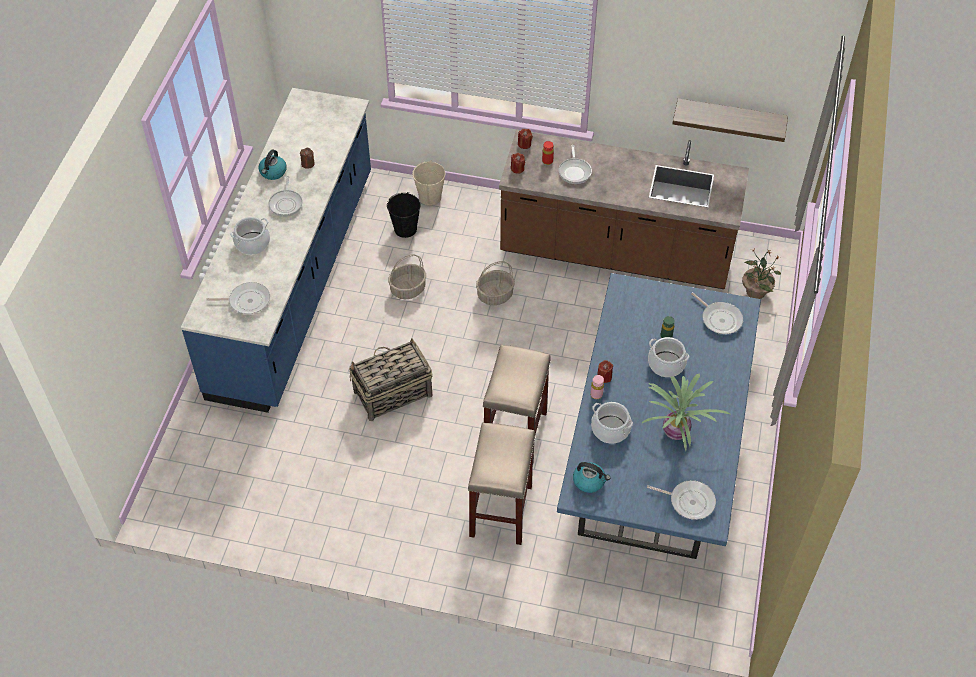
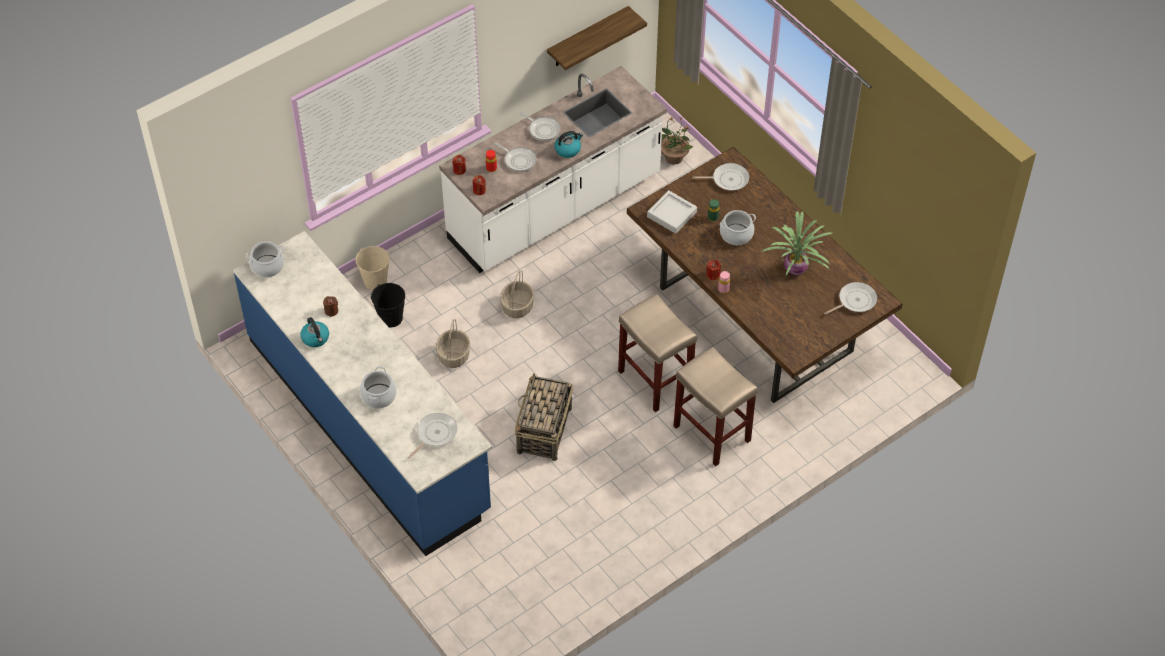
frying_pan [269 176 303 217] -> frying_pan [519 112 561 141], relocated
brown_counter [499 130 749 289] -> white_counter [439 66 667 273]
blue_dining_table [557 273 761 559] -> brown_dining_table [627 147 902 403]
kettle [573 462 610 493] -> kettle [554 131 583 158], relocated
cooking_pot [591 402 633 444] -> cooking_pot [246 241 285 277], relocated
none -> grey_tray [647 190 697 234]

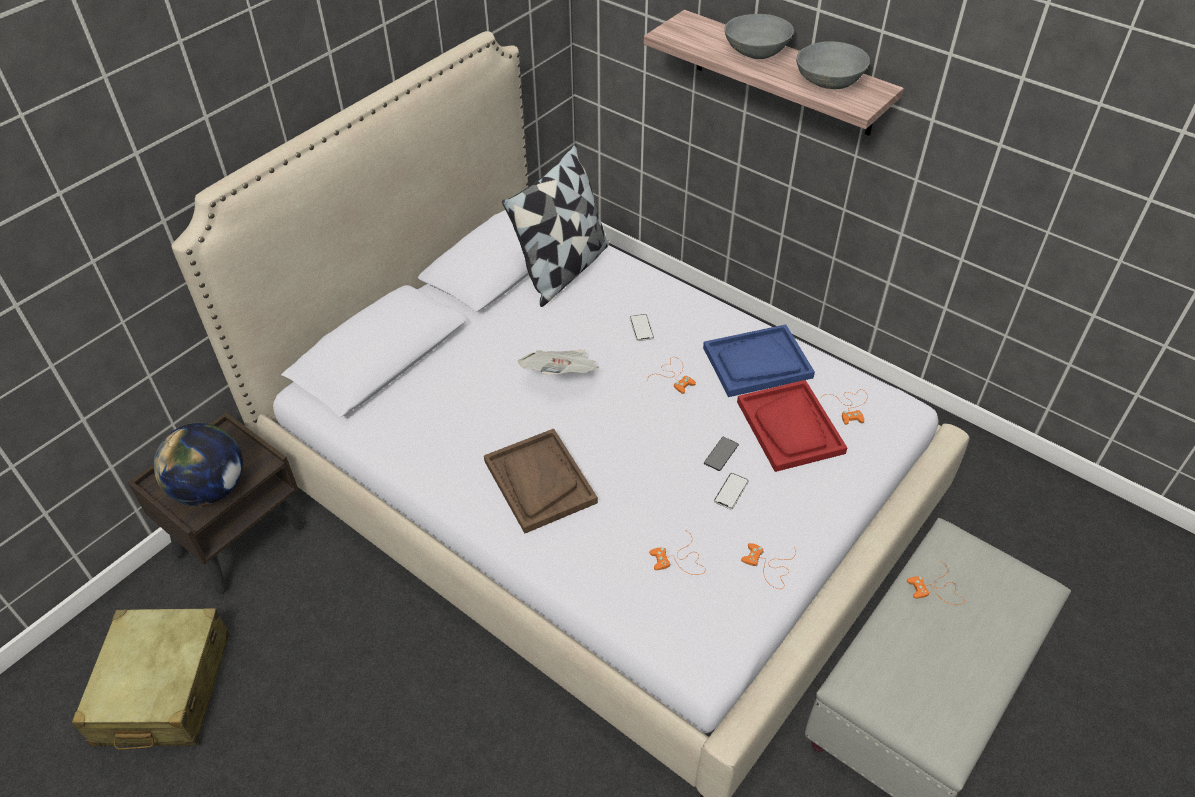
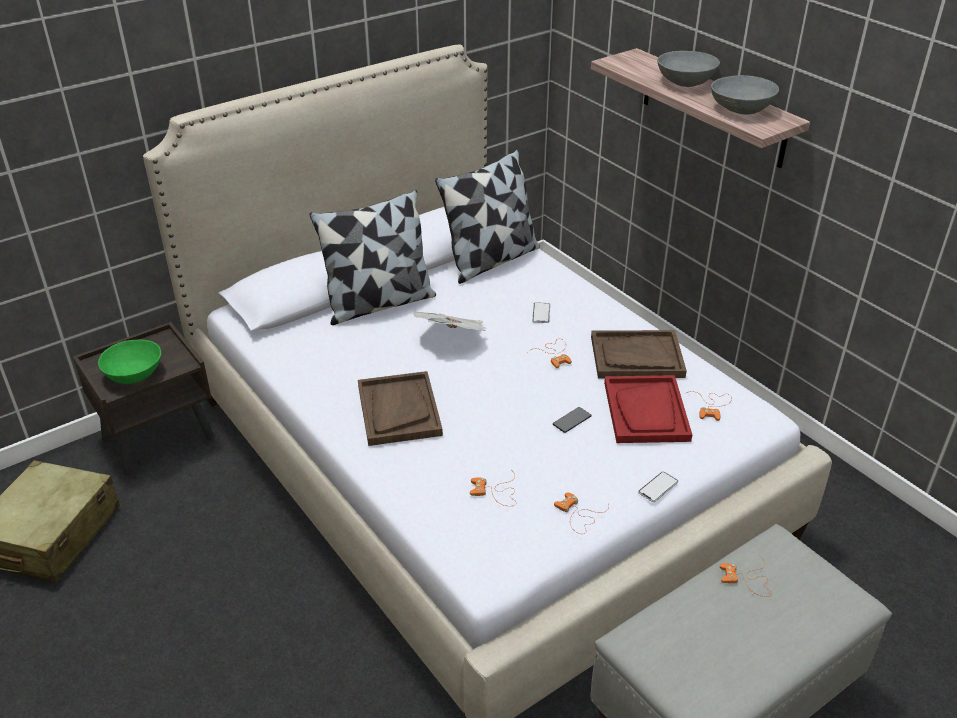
globe [154 423 243 506] -> green_bowl [98 340 161 384]
blue_tray [703 324 815 397] -> brown_tray [591 330 687 378]
phone [714 473 749 509] -> phone [638 472 678 502], relocated
none -> pillow [309 190 436 325]

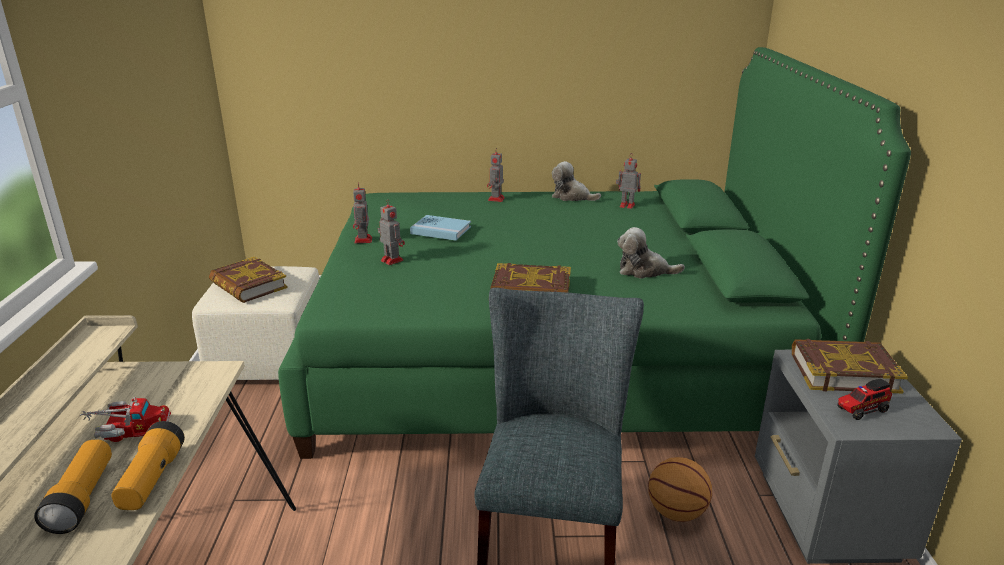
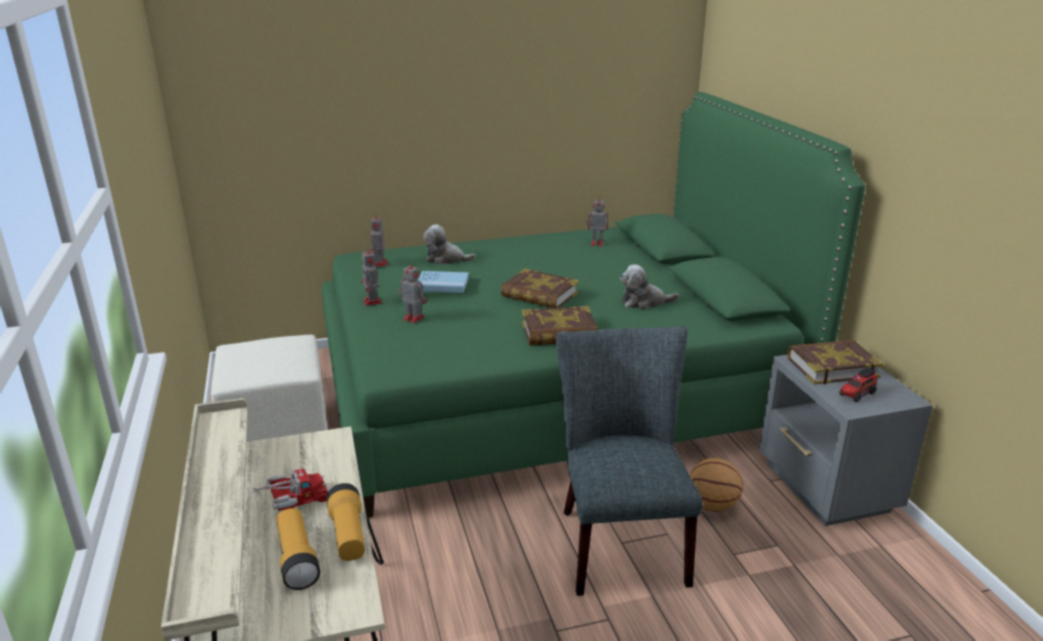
book [209 257 288 303] -> book [501 269 579 308], relocated
toy_robot [487 148 505 202] -> toy_robot [370 213 388 266], relocated
plush_toy [552 161 601 201] -> plush_toy [423 224 476 265], relocated

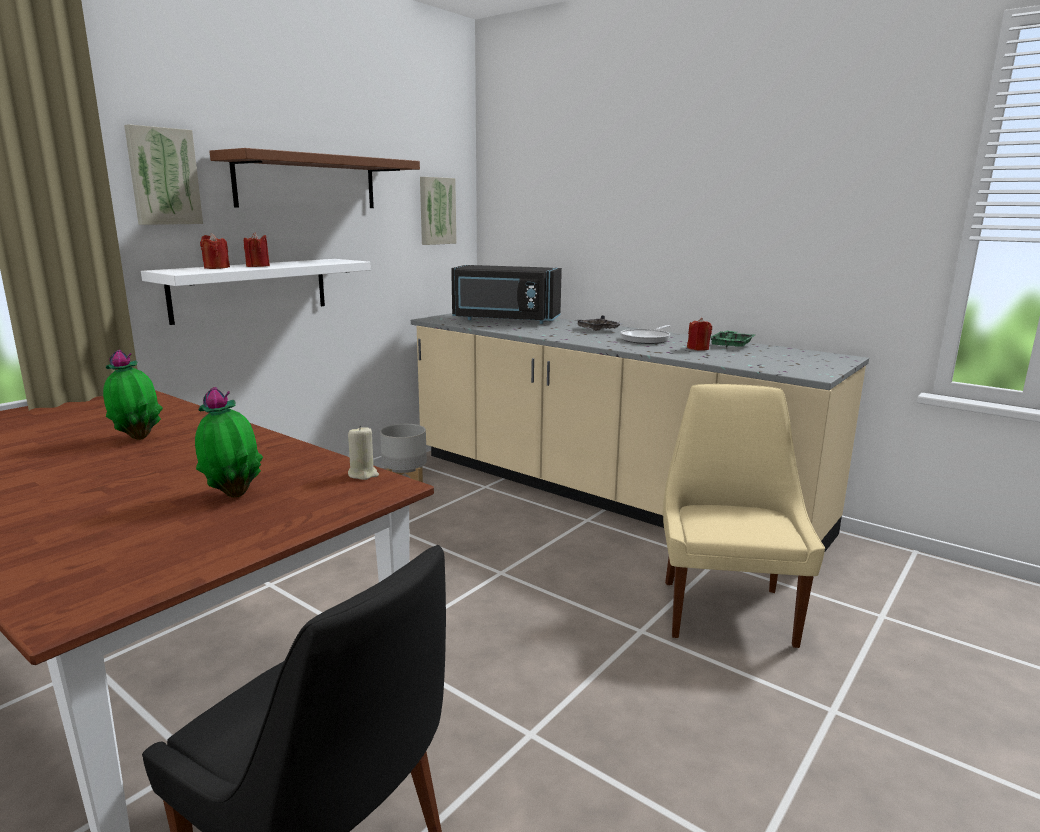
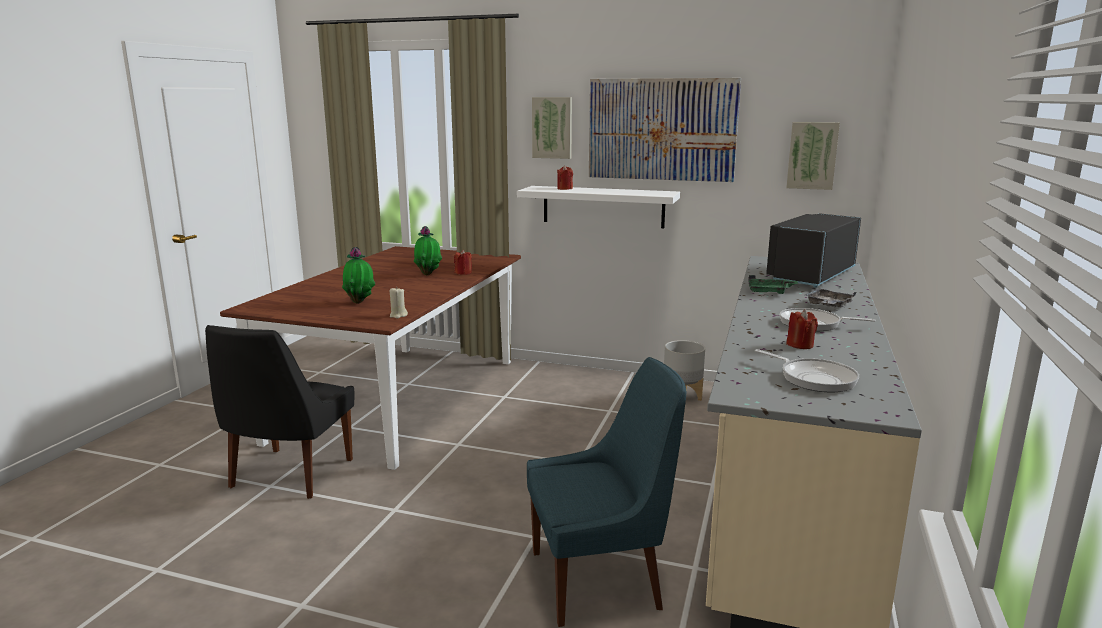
brown_shelf [209 148 420 208] -> picture [589 78 741 182]
red_candle [244 232 270 267] -> red_candle [454 250 472 275], relocated
black_microwave [451 265 562 324] -> black_microwave [766 213 861 288], 45 degrees clockwise
beige_chair [663 384 825 648] -> blue_chair [527 357 686 627]
green_tray [710 331 755 347] -> green_tray [748 275 798 294], relocated
none -> frying_pan [755 349 859 392]

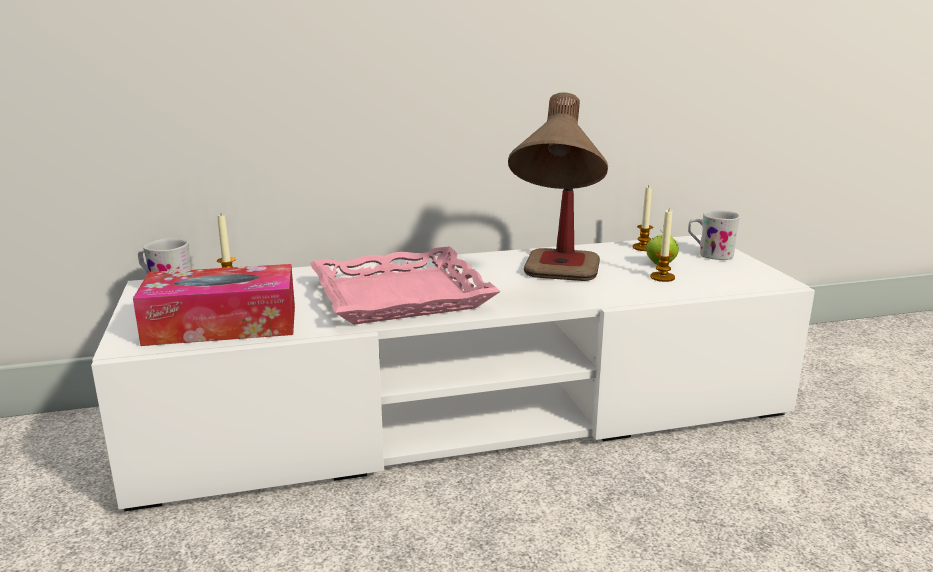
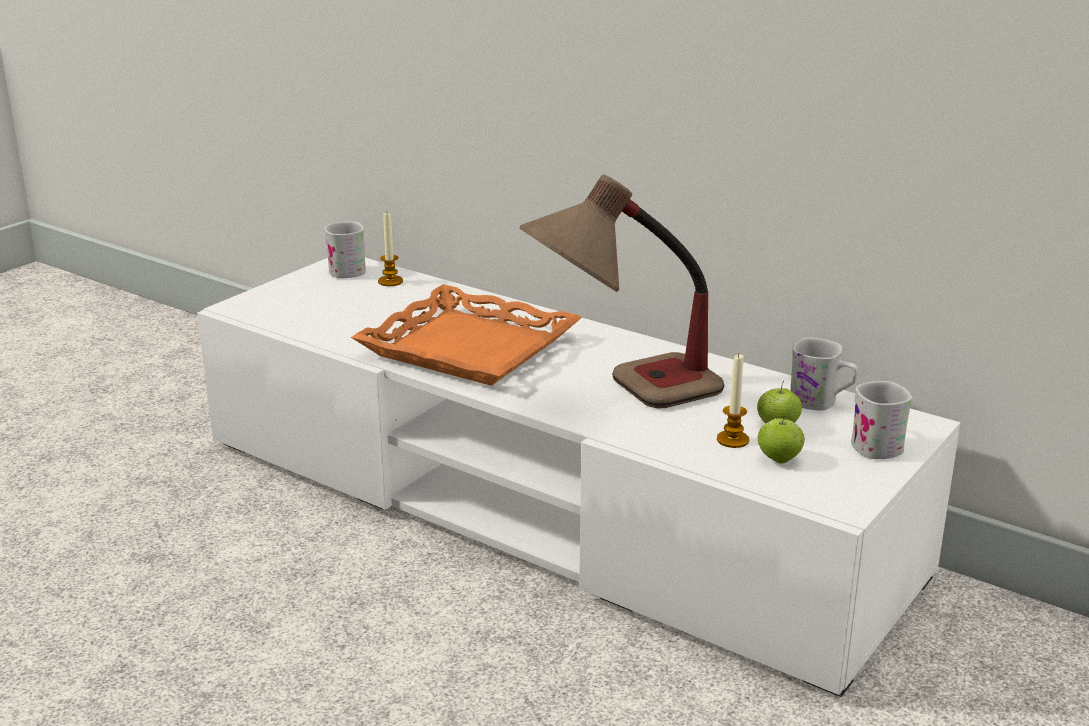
tissue_box [133 264 295 346] -> none
pink_tray [310 246 501 325] -> orange_tray [351 284 582 386]
candle [633 186 653 251] -> white_mug [790 337 858 411]
none -> apple [758 417 805 463]

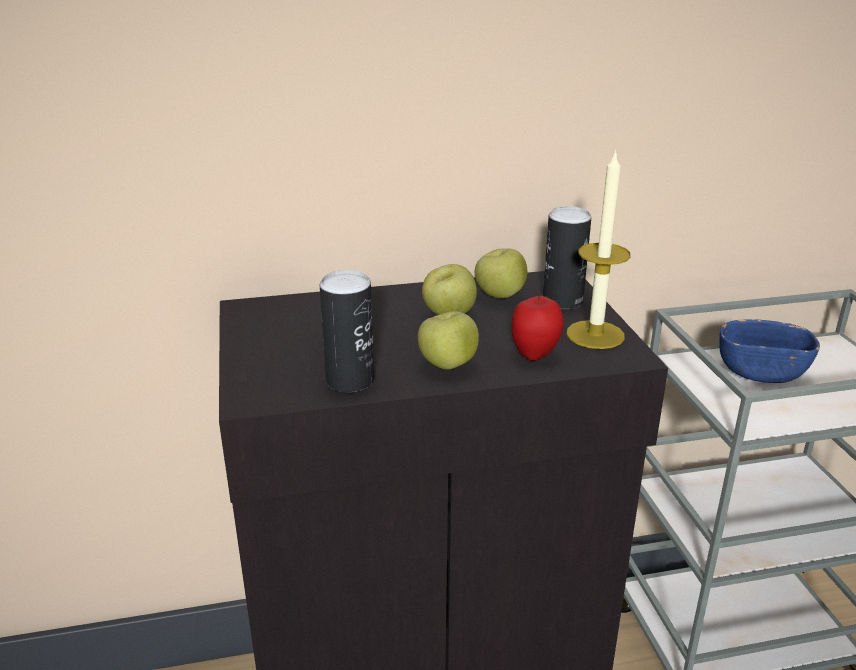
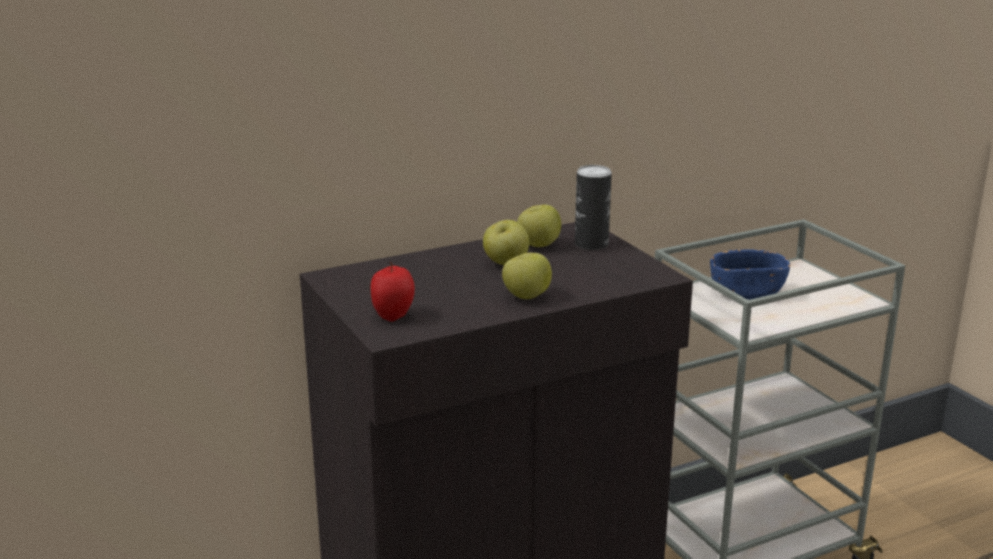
can [320 270 374 392] -> none
apple [512 293 564 361] -> apple [371 262 415 322], relocated
candle [567 149 631 349] -> none

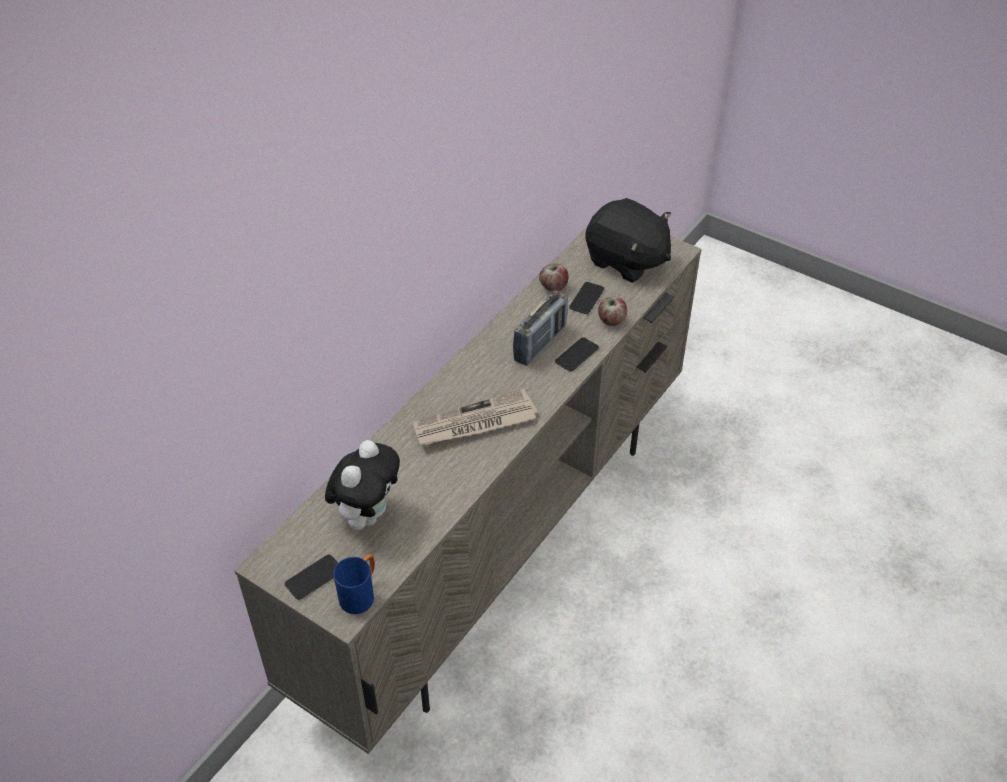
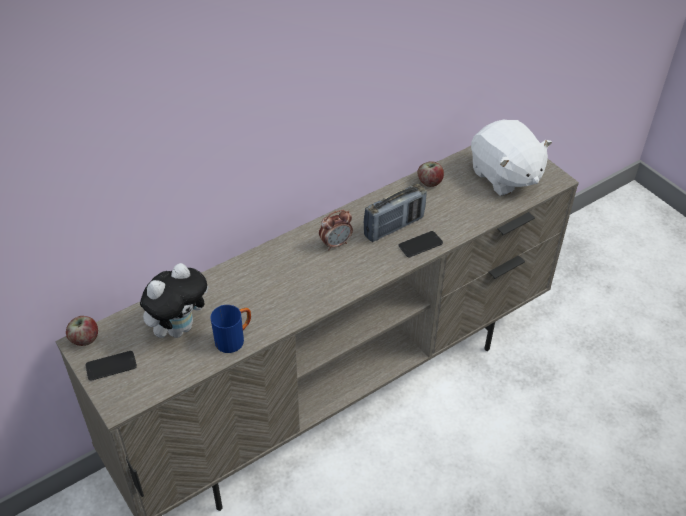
blue_mug [333 554 375 614] -> blue_mug [210 305 251 353], relocated
newspaper [413 389 538 448] -> none
phone [569 282 604 314] -> none
black_plush_toy [585 198 671 283] -> white_plush_toy [471 119 552 196]
apple [598 297 627 326] -> apple [66 316 98 346], relocated
none -> alarm_clock [319 210 353 251]

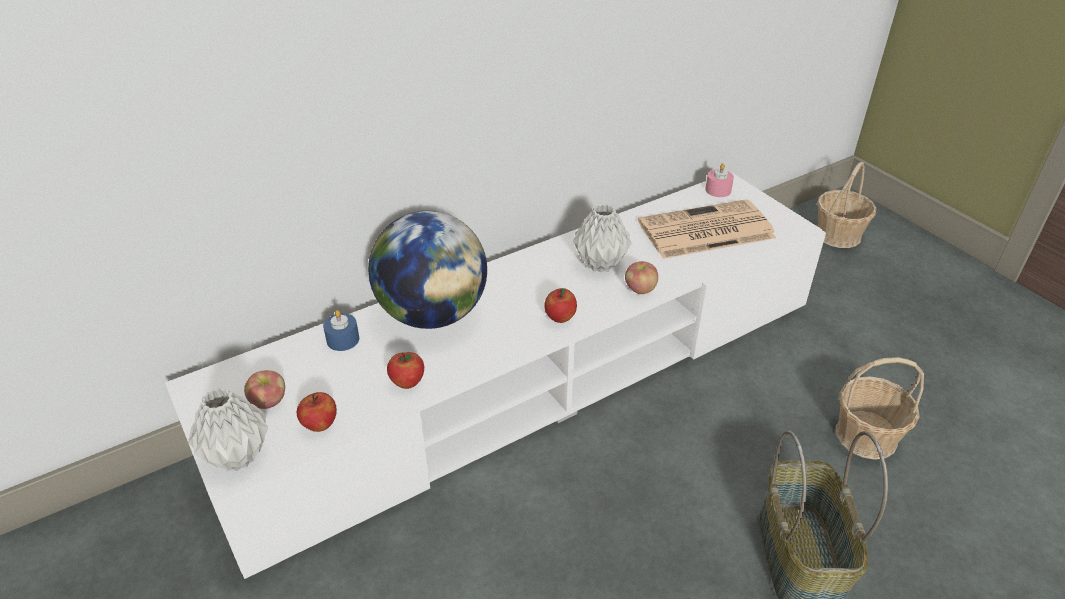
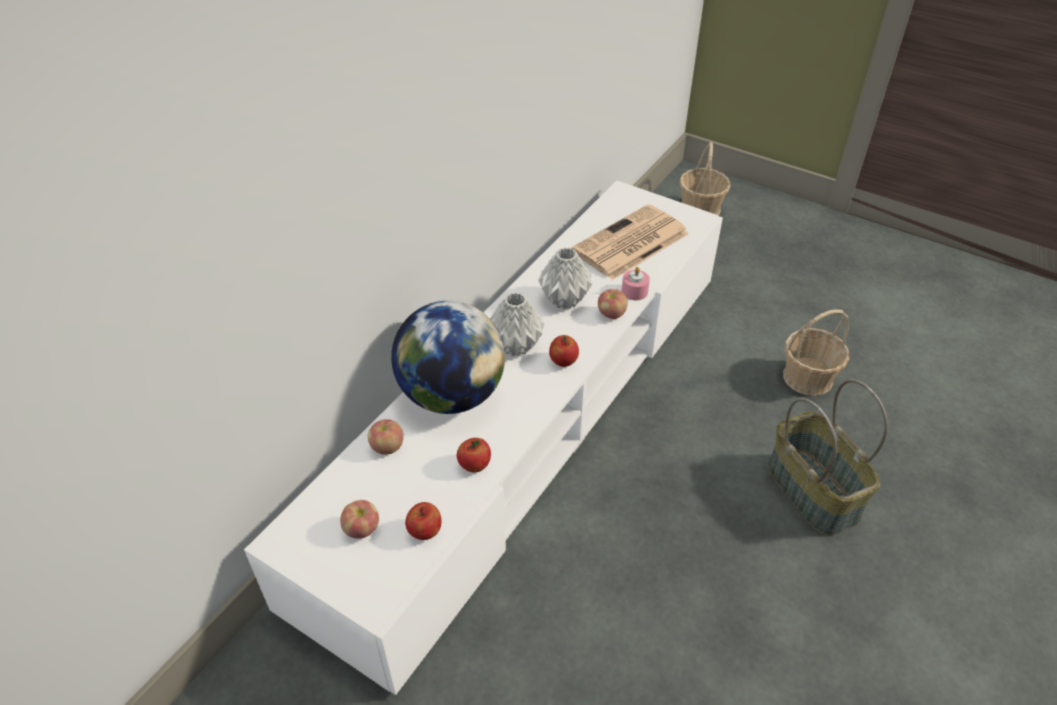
grey_vase [188 388 268 471] -> grey_vase [490 292 544 356], relocated
blue_candle [323 310 359 351] -> apple [368 419 404 455]
pink_candle [705 163 734 197] -> pink_candle [622 267 650 300], relocated

